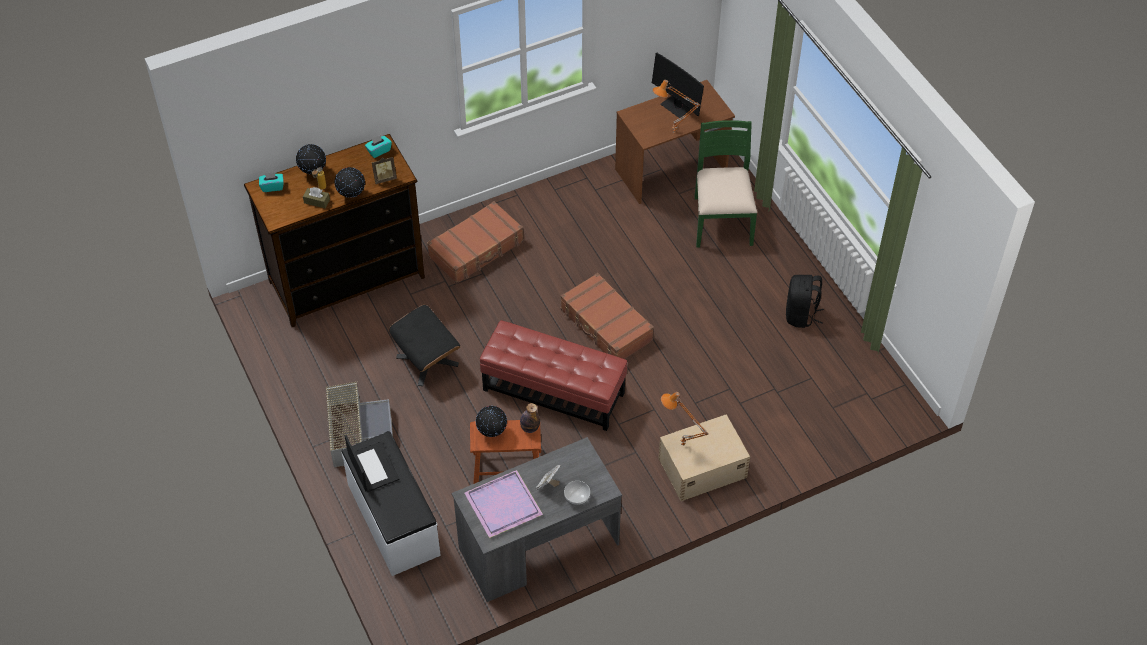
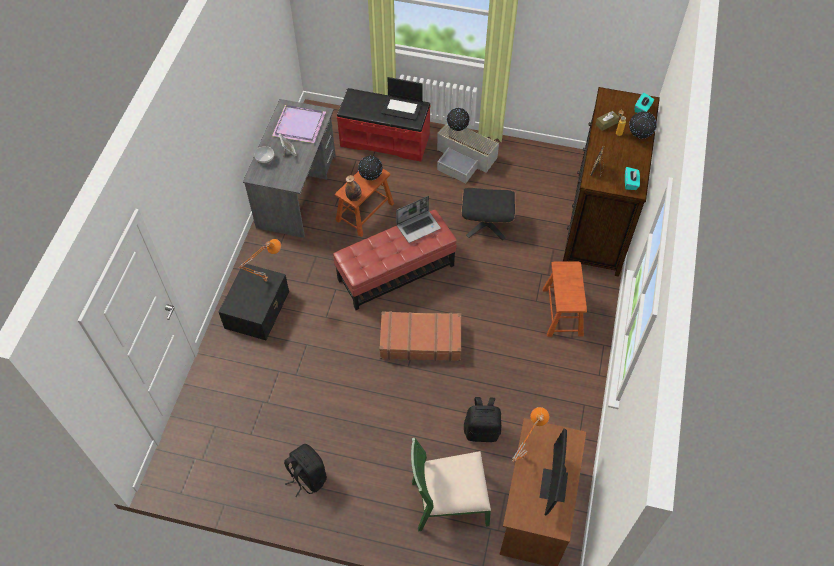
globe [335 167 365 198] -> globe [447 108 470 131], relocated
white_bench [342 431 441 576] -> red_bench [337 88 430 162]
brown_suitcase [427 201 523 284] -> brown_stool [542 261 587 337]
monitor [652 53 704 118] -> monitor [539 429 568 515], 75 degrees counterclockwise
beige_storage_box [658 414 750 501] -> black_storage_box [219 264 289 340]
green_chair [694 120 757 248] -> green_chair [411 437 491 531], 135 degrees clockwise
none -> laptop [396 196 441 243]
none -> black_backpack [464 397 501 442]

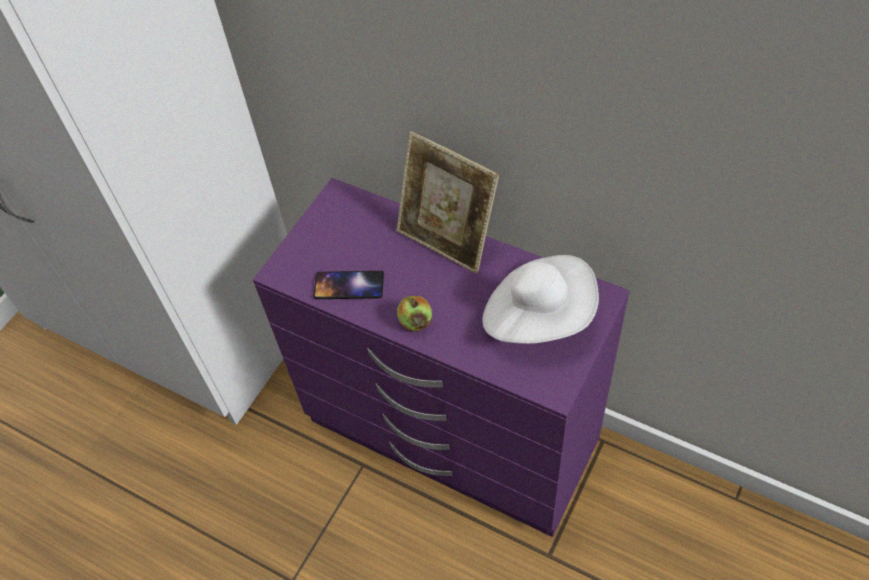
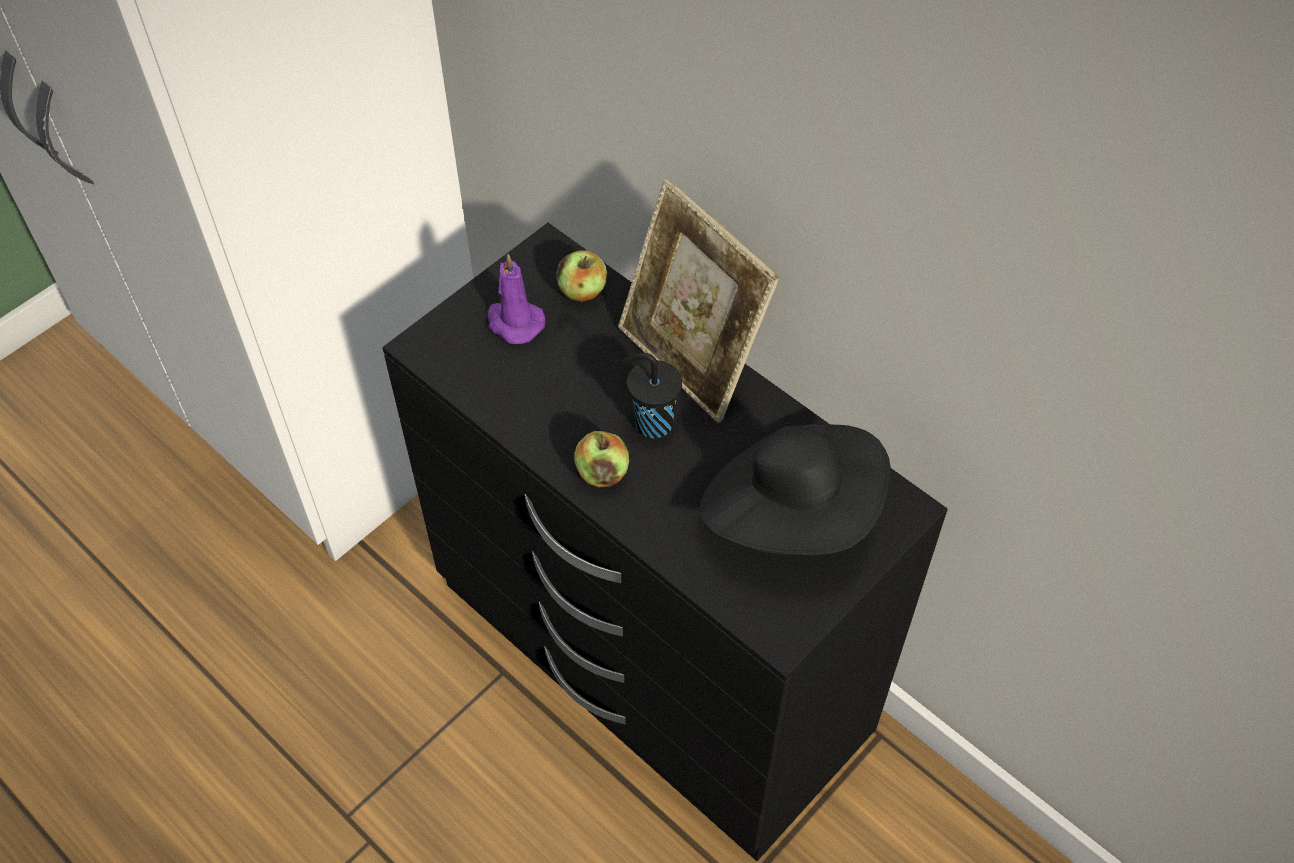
purple_dresser [253 178 629 537] -> black_dresser [382 223 948 861]
phone [313 271 384 299] -> none
white_hat [483 255 599 344] -> black_hat [700 424 891 555]
none -> purple_candle [488 254 545 344]
none -> apple [556 250 607 302]
none -> black_cup [623 353 682 438]

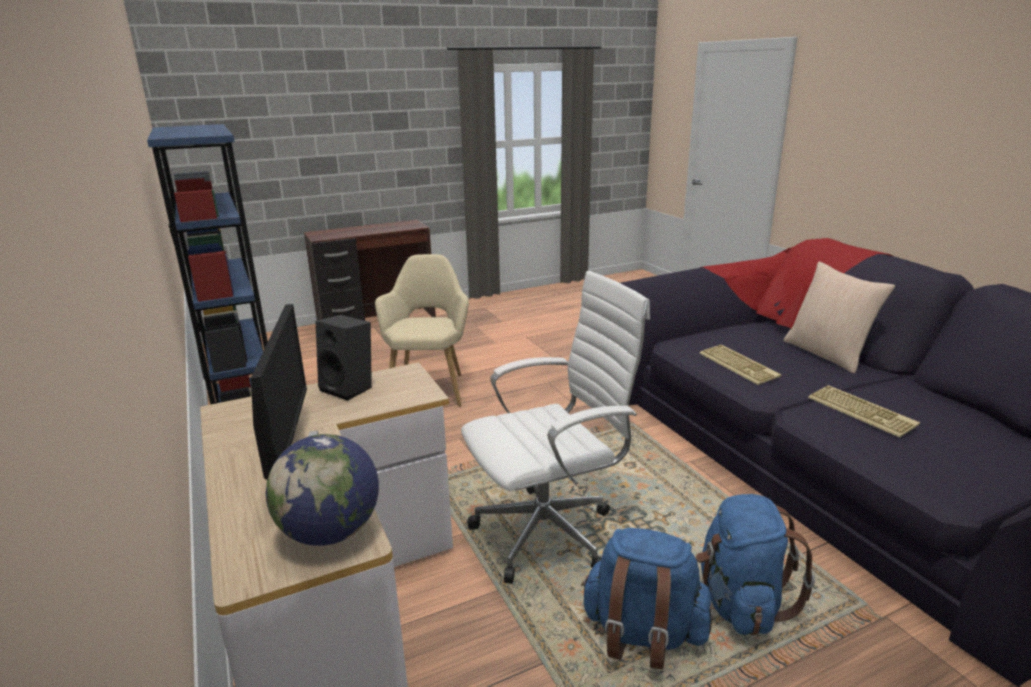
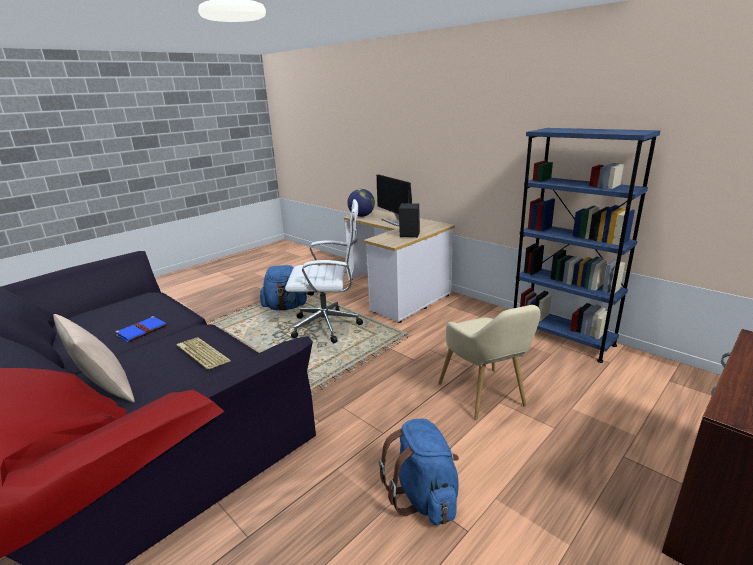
white_office_chair [461 271 650 583] -> white_office_chair [285 199 363 343], 135 degrees counterclockwise
blue_backpack [696 494 815 635] -> blue_backpack [379 419 459 525], relocated
keyboard [808 385 920 437] -> blue_book [115 316 167 342]

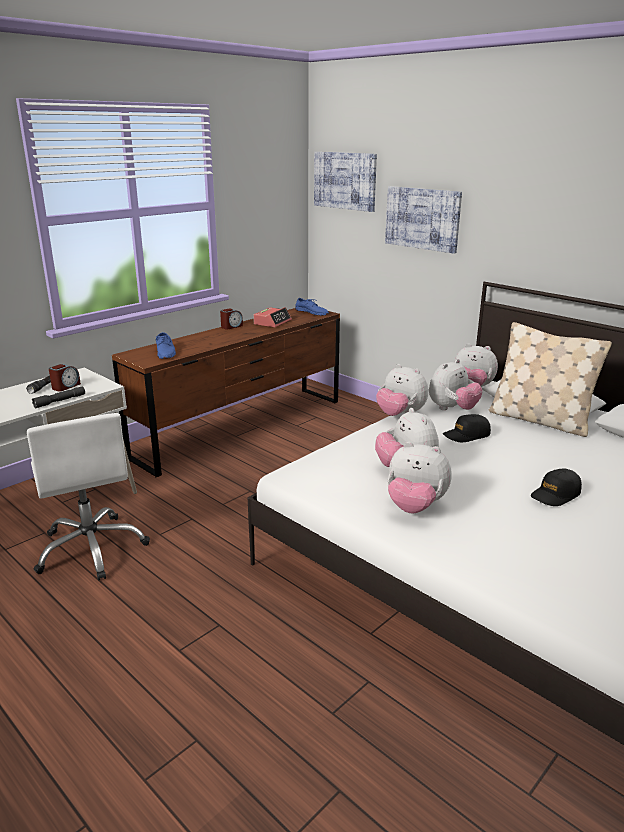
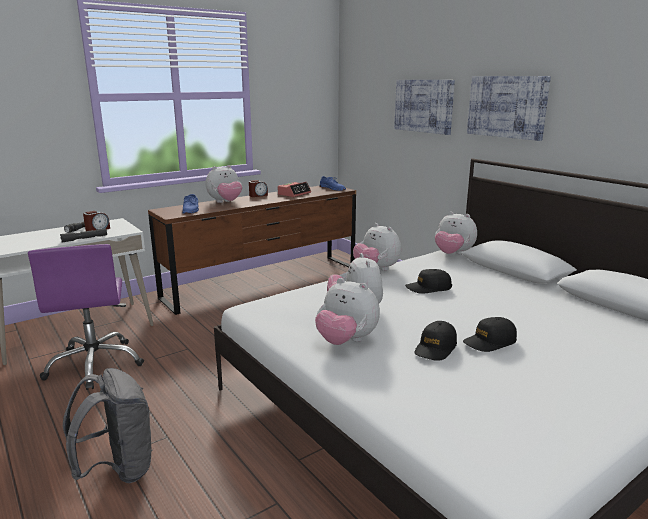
white_office_chair [27 413 150 581] -> purple_office_chair [28 244 144 390]
picture [314 152 377 212] -> picture [467 76 551 141], relocated
plush_toy [429 359 483 410] -> plush_toy [206 165 242 203], relocated
beige_pillow [489 322 612 437] -> none
none -> grey_backpack [63 368 153 483]
none -> black_cap [415 321 457 361]

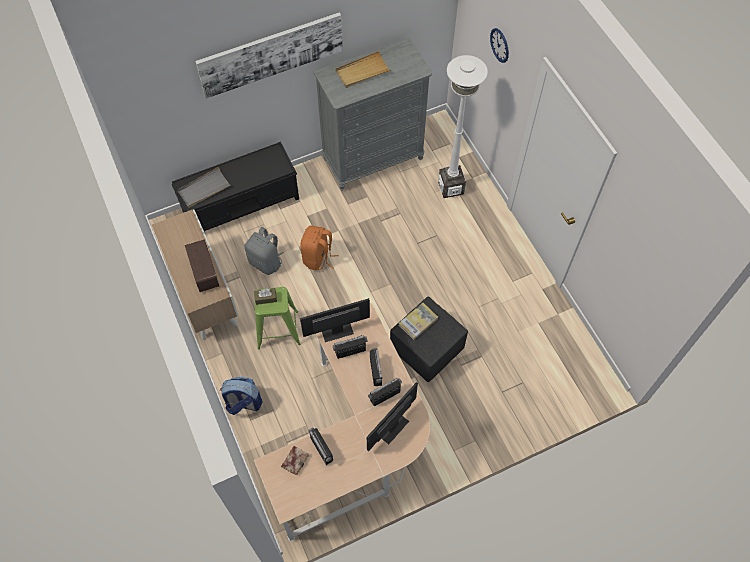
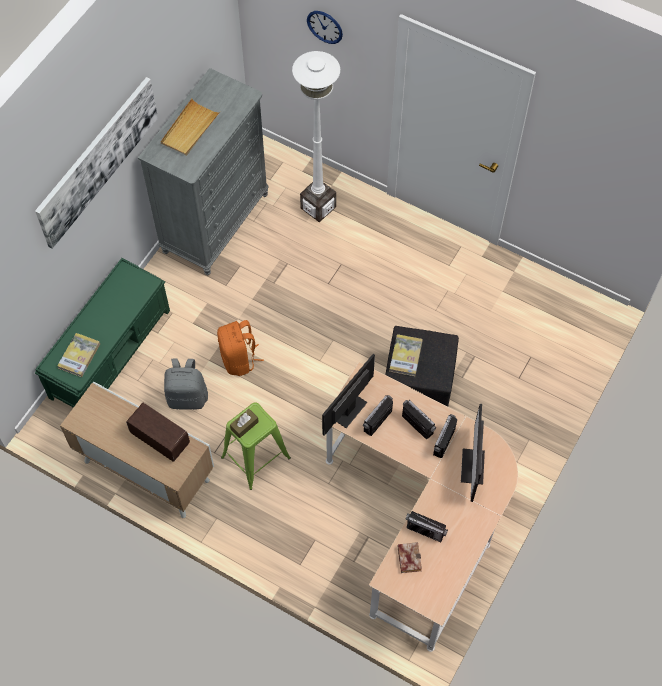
black_bench [172 142 299 231] -> green_bench [35 258 170 408]
grey_tray [178 167 231 208] -> book [57 333 100 377]
backpack [220 377 263 415] -> none

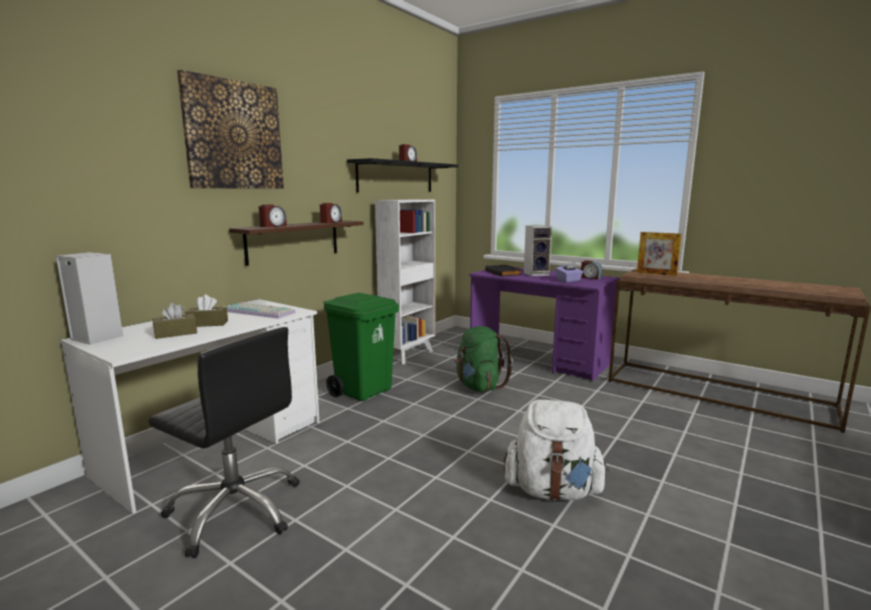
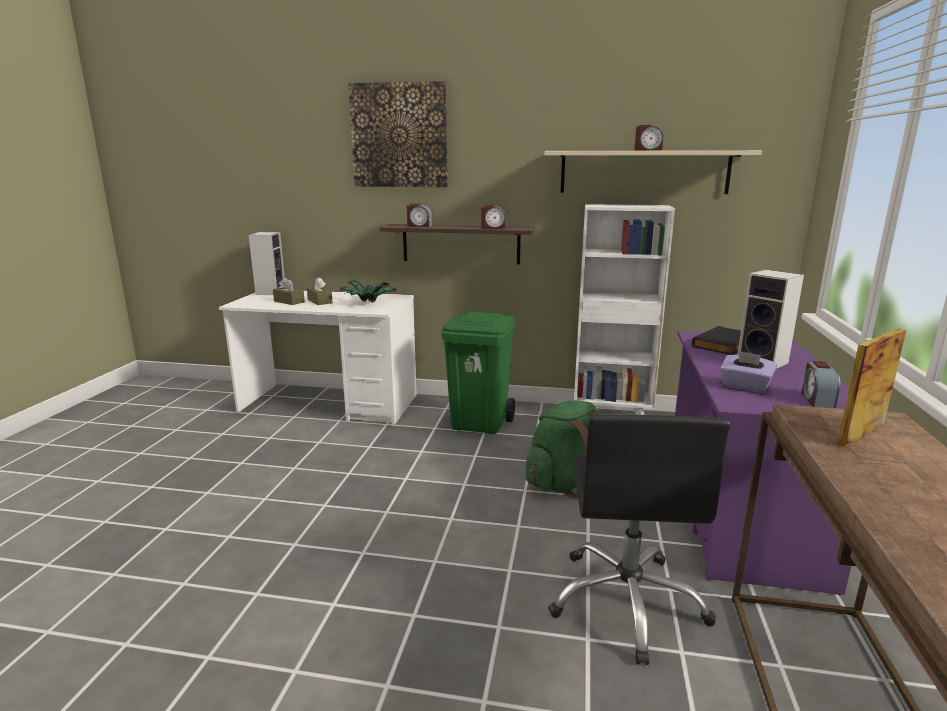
black_office_chair [149 327 299 558] -> black_office_chair [548 414 730 665], relocated
keyboard [227 302 296 319] -> potted_plant [340 280 396 303]
black_shelf [347 158 459 192] -> beige_shelf [544 150 762 194]
white_backpack [504 400 609 501] -> none
picture_frame [637 232 682 276] -> picture_frame [837 329 906 447], 45 degrees clockwise

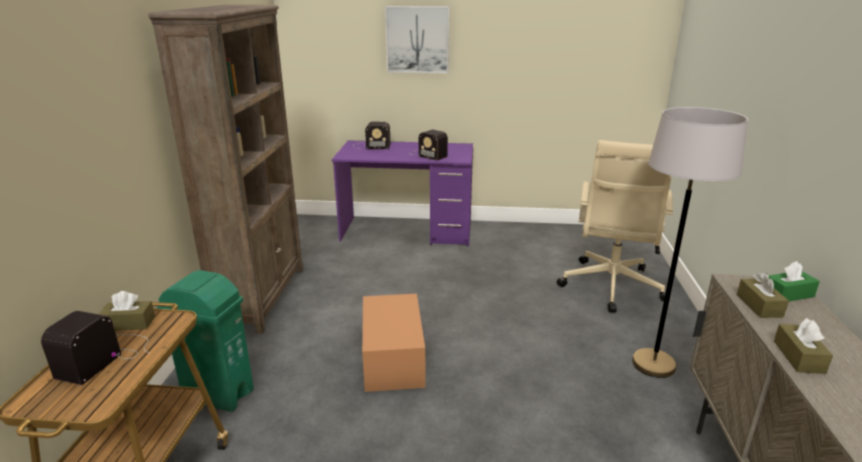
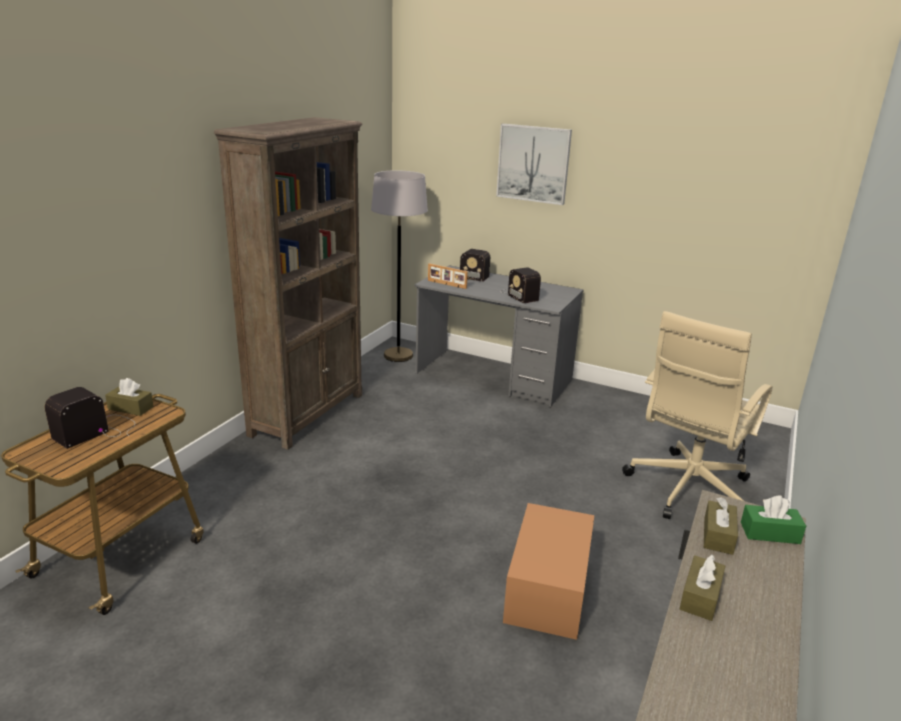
green_trash_can [157 270 254 412] -> none
purple_desk [332 140 473 246] -> grey_desk [415 265 584 407]
cardboard_box [362 294 426 392] -> cardboard_box [503 503 594 640], relocated
grey_floor_lamp [632 107 748 378] -> grey_floor_lamp [371 170 428 362], relocated
none -> picture_frame [428 263 468 289]

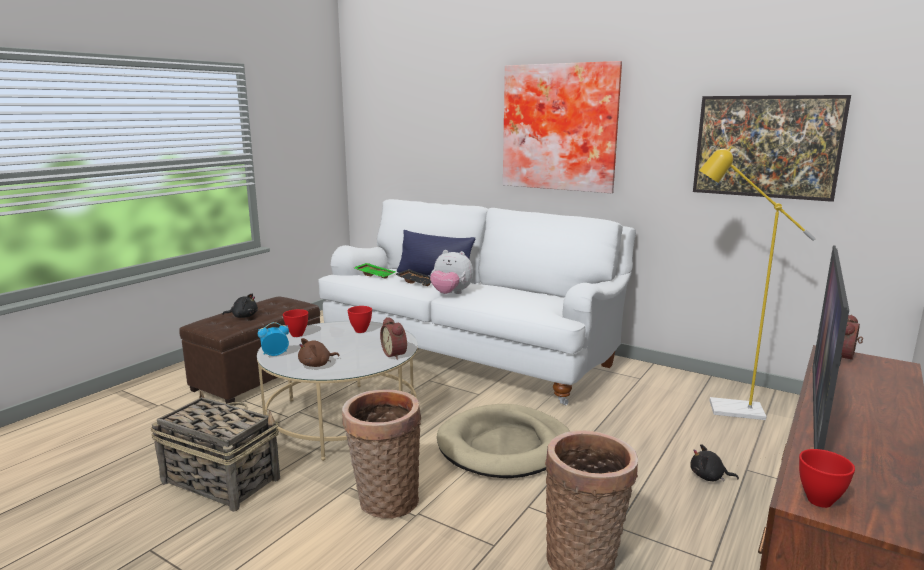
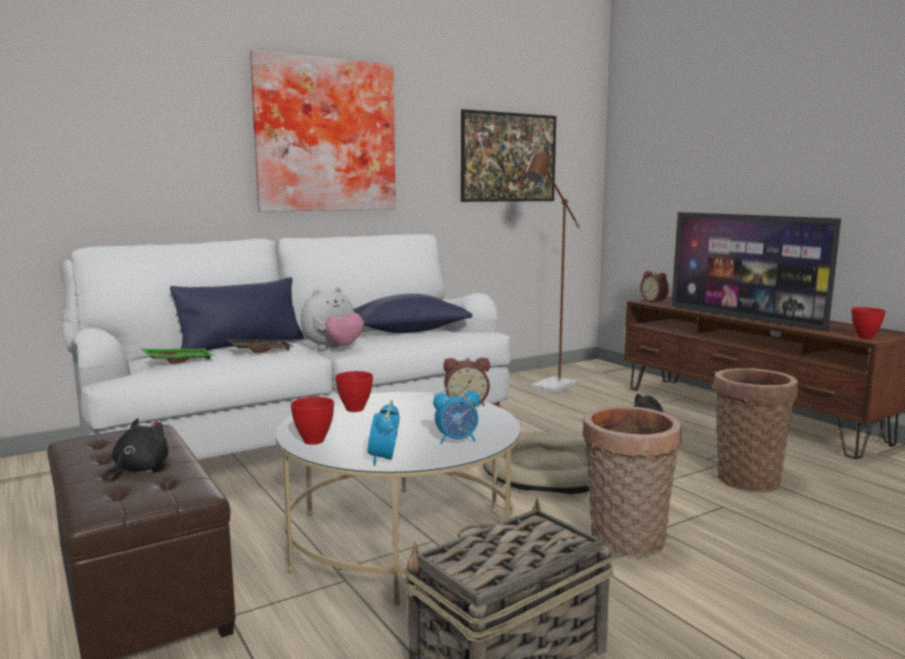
brown_plush_toy [298 338 339 367] -> alarm_clock [433 384 480 444]
yellow_floor_lamp [699 147 816 420] -> brown_floor_lamp [525 150 580 393]
none -> blue_pillow [353 293 472 333]

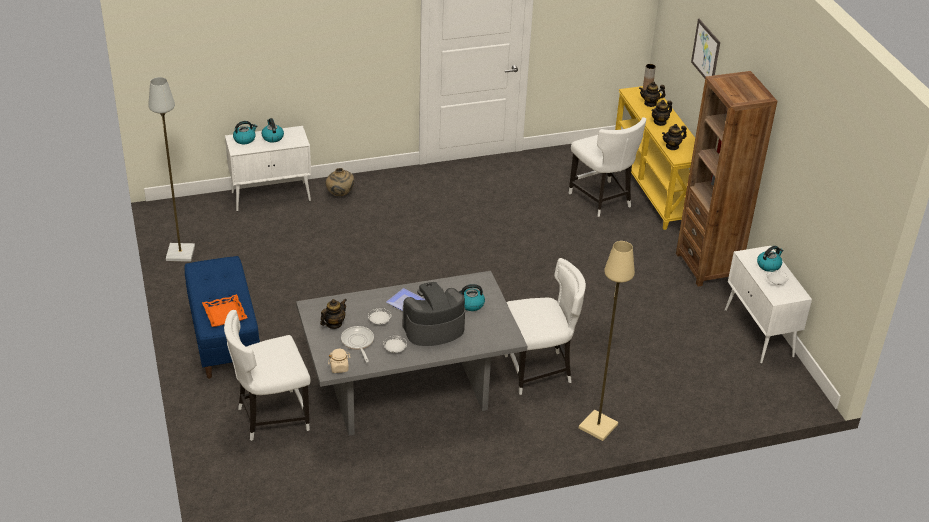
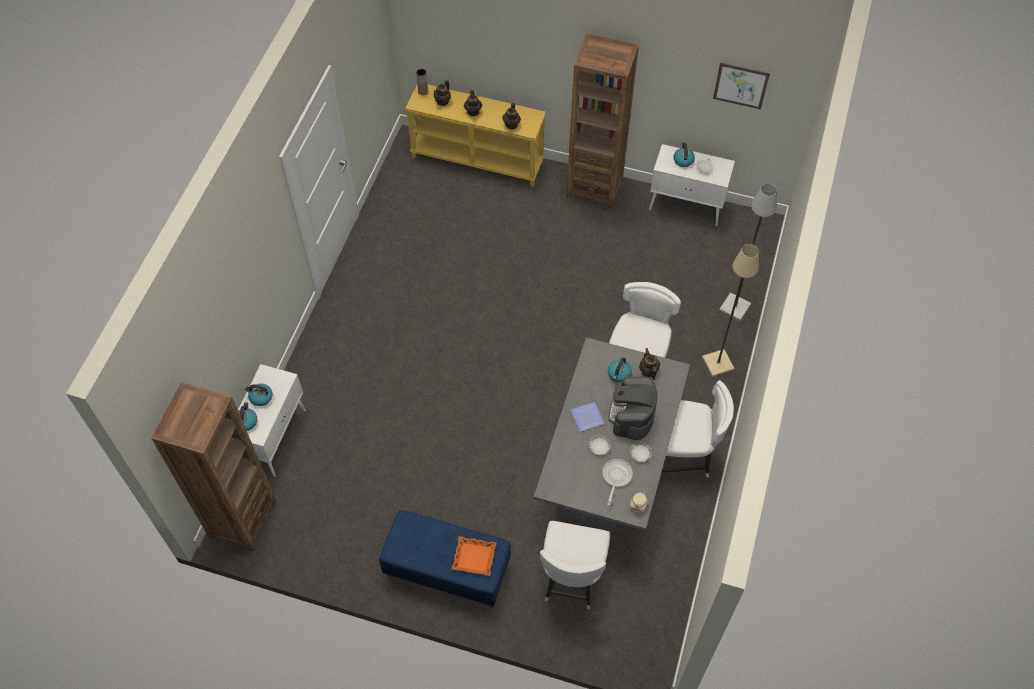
grey_floor_lamp [148 77 195 262] -> grey_floor_lamp [719 183 777 321], relocated
teapot [320 299 347 329] -> teapot [639 348 660 380], relocated
beige_vase [325 168 354 196] -> none
frying_pan [341 326 374 362] -> frying_pan [602 459 633 506], 90 degrees clockwise
white_chair [569 117 646 217] -> white_chair [661 380 734 478], relocated
picture [691 18 720 78] -> picture [713 62 770 109], relocated
none -> brown_bookcase [151 382 276 551]

